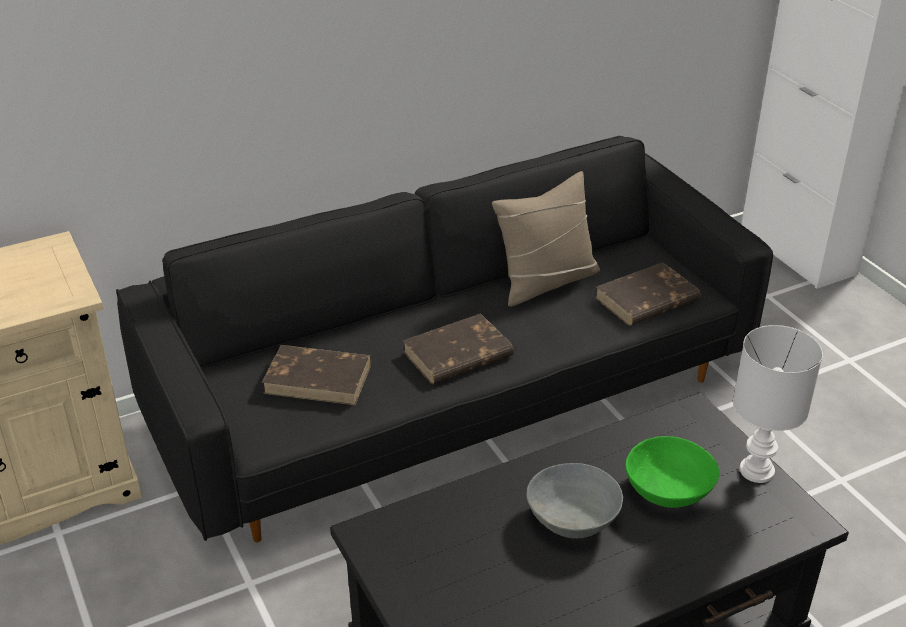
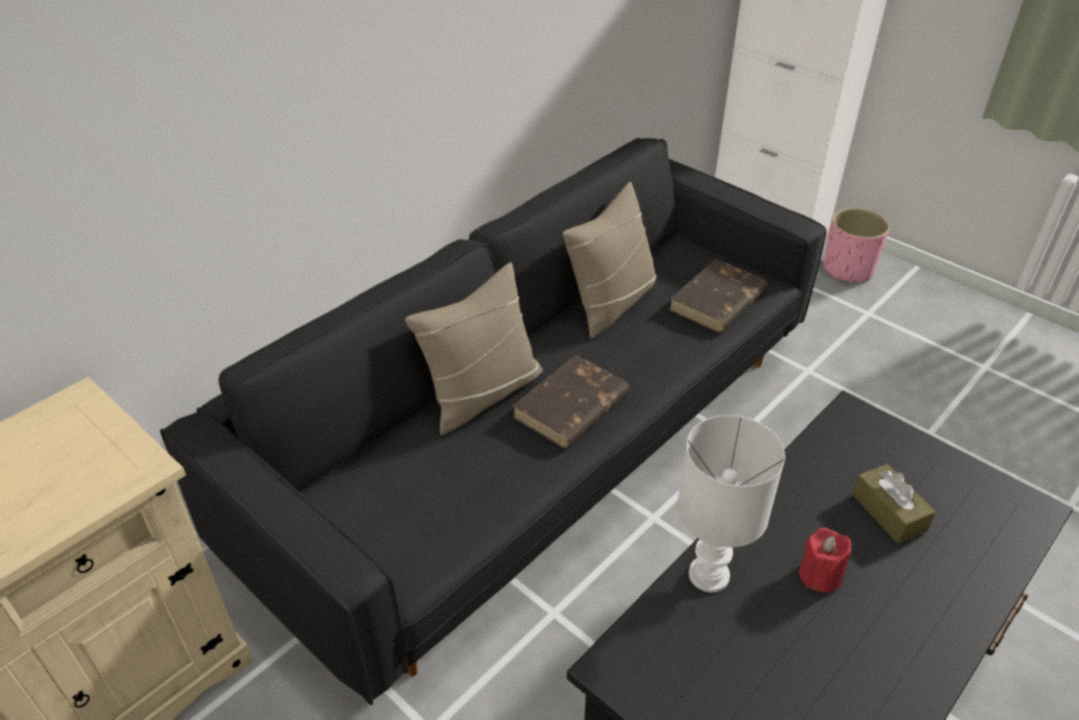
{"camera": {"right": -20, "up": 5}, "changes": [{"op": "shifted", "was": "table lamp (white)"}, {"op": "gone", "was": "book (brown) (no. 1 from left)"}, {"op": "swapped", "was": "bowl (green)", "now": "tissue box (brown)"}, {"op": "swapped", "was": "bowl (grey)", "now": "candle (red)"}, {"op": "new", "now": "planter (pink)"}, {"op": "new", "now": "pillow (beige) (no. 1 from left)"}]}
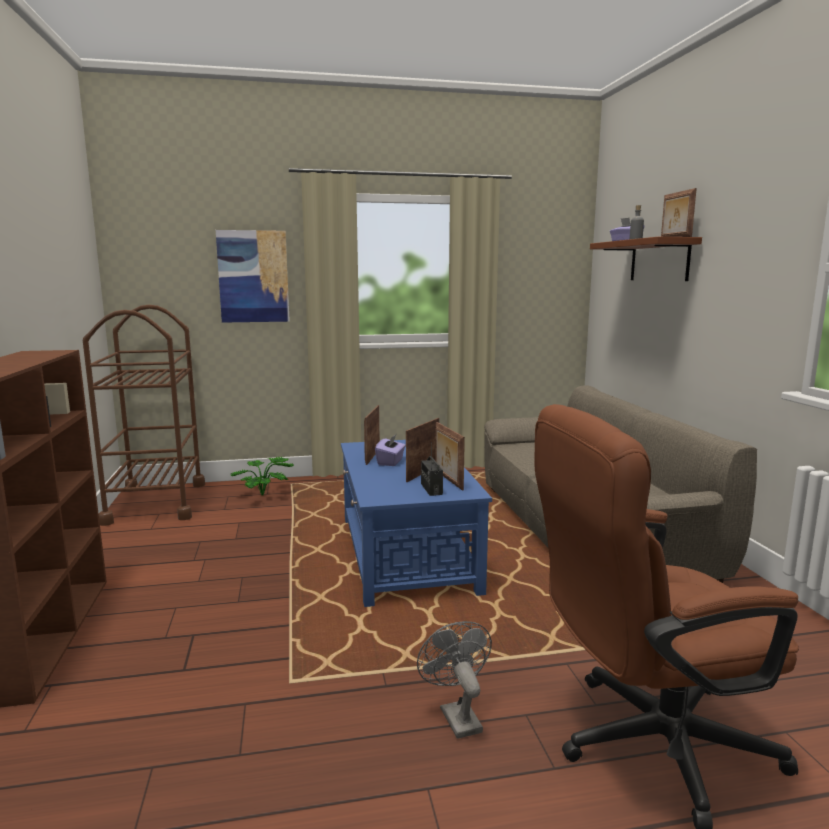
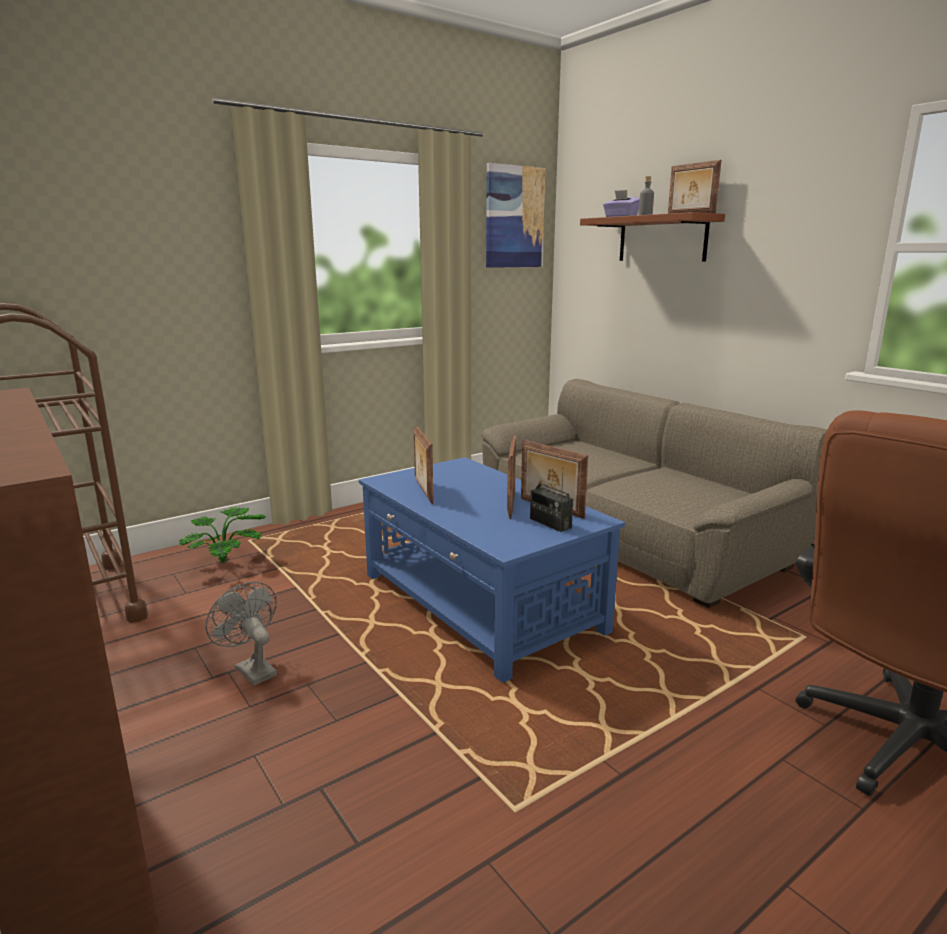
{"camera": {"right": -25, "up": 5}, "changes": [{"op": "shifted", "was": "picture"}, {"op": "gone", "was": "tissue box (purple) (no. 1 from left)"}, {"op": "shifted", "was": "fan (grey)"}]}
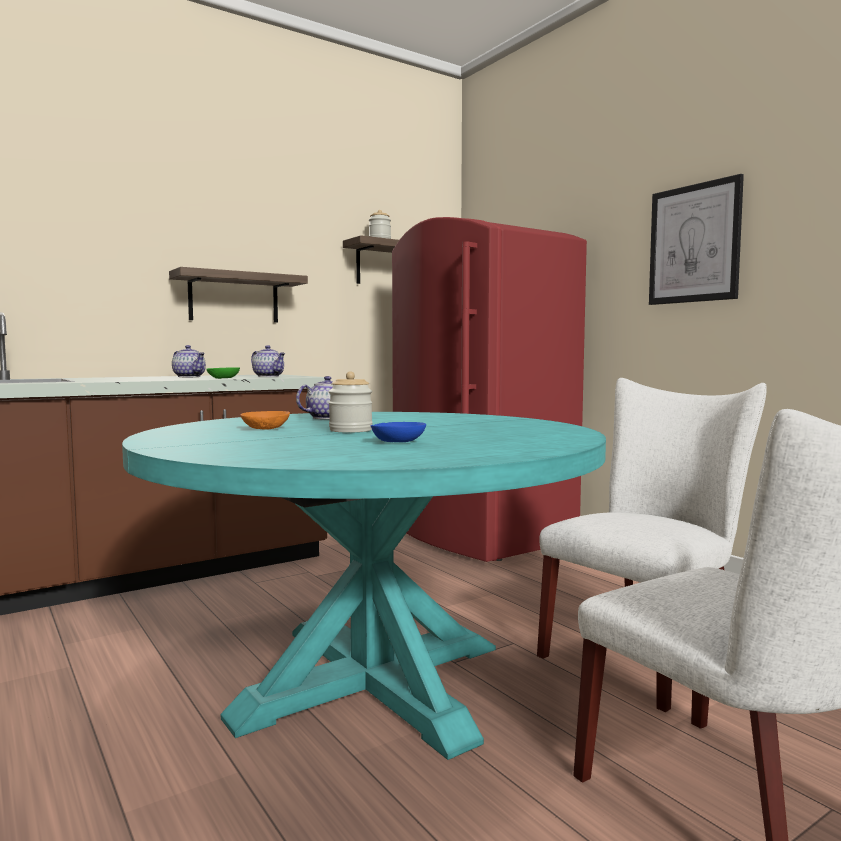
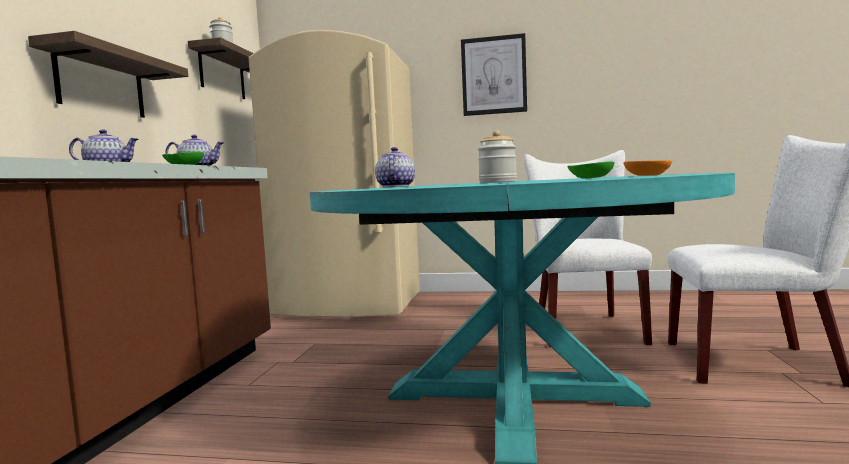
{"camera": {"right": -45, "up": 0}, "changes": [{"op": "repainted", "was": "fridge (red)", "now": "fridge (beige)"}, {"op": "shifted", "was": "bowl (orange)"}, {"op": "repainted", "was": "bowl (blue)", "now": "bowl (green) (no. 2 from left)"}]}
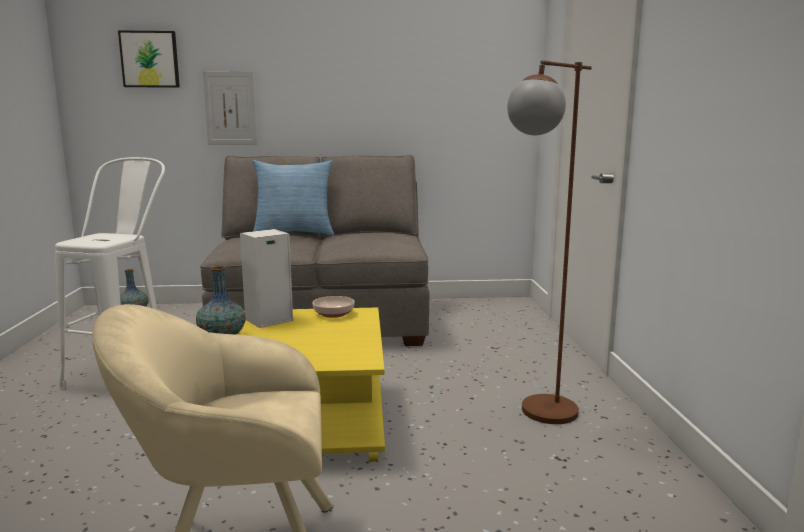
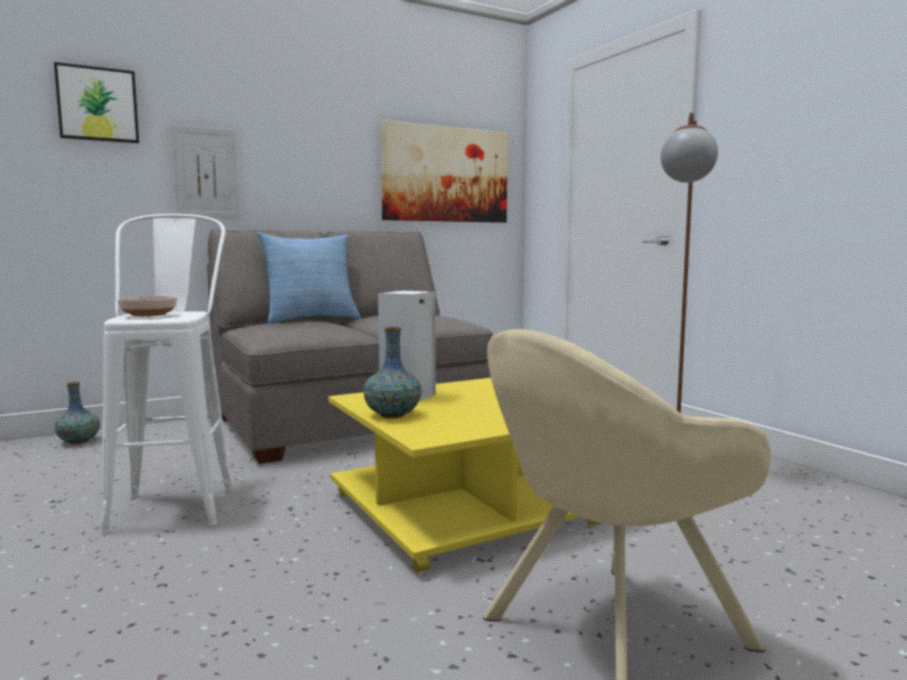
{"camera": {"right": -25, "up": -5}, "changes": [{"op": "shifted", "was": "bowl"}, {"op": "new", "now": "picture (no. 3 from left)"}]}
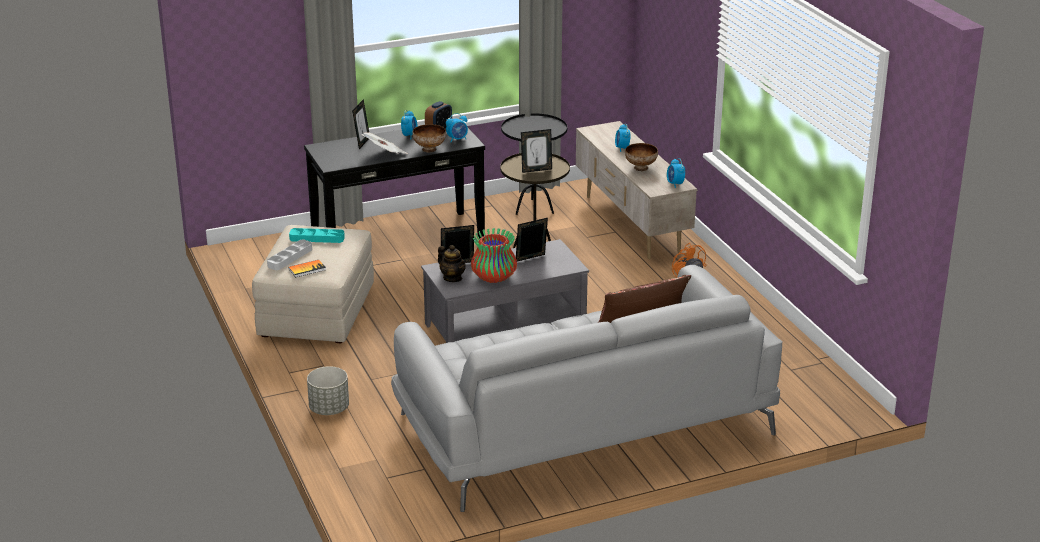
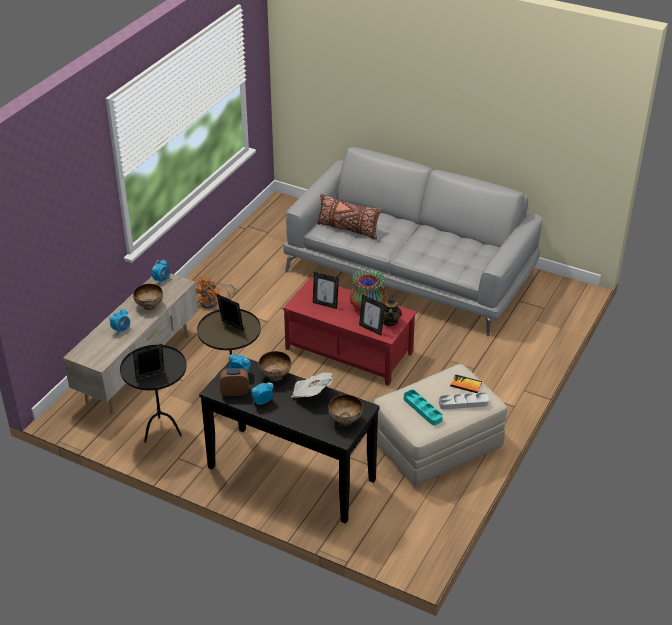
{"camera": {"right": -130, "up": 10}, "changes": [{"op": "shifted", "was": "picture frame (no. 1 from left)"}, {"op": "repainted", "was": "coffee table (grey)", "now": "coffee table (red)"}, {"op": "gone", "was": "planter (grey)"}, {"op": "new", "now": "bowl (no. 3 from left)"}]}
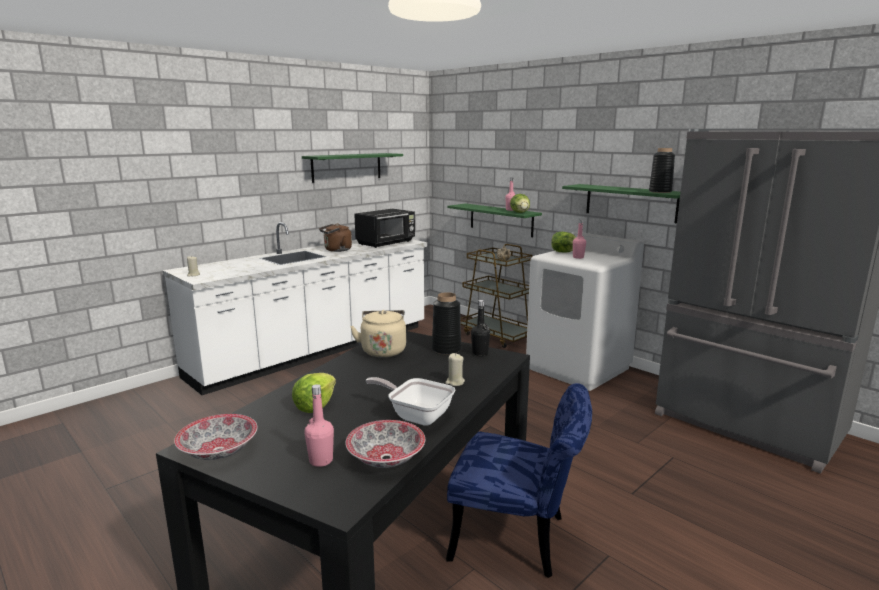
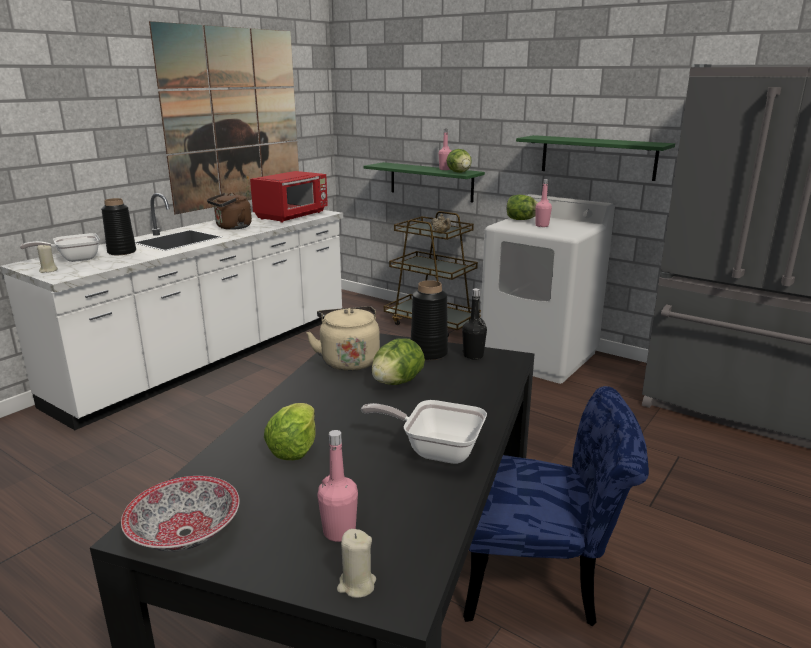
{"camera": {"right": -10, "up": 5}, "changes": [{"op": "shifted", "was": "vase (black) (no. 2 from left in the first image)", "now": "vase (black) (no. 1 from left)"}, {"op": "swapped", "was": "shelf (green) (no. 1 from left)", "now": "picture"}, {"op": "repainted", "was": "microwave (black)", "now": "microwave (red)"}, {"op": "shifted", "was": "candle (beige) (no. 2 from left)"}, {"op": "gone", "was": "bowl (no. 2 from left)"}, {"op": "new", "now": "frying pan (no. 1 from left)"}, {"op": "new", "now": "lettuce (no. 2 from left)"}]}
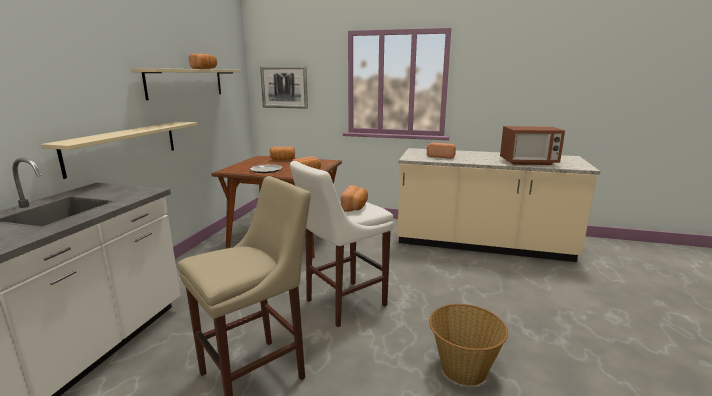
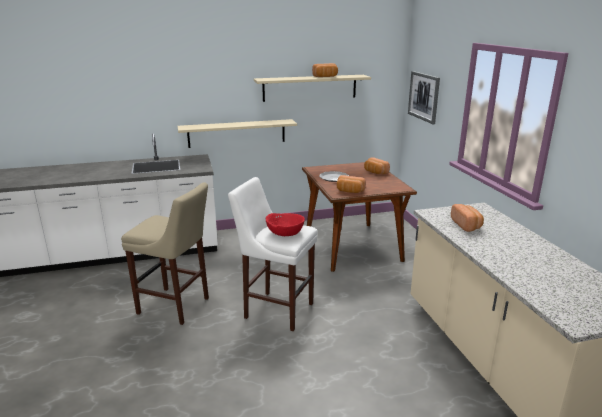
{"camera": {"right": 60, "up": 5}, "changes": [{"op": "gone", "was": "microwave"}, {"op": "swapped", "was": "bread (no. 4 from left)", "now": "bowl (red)"}, {"op": "gone", "was": "basket"}]}
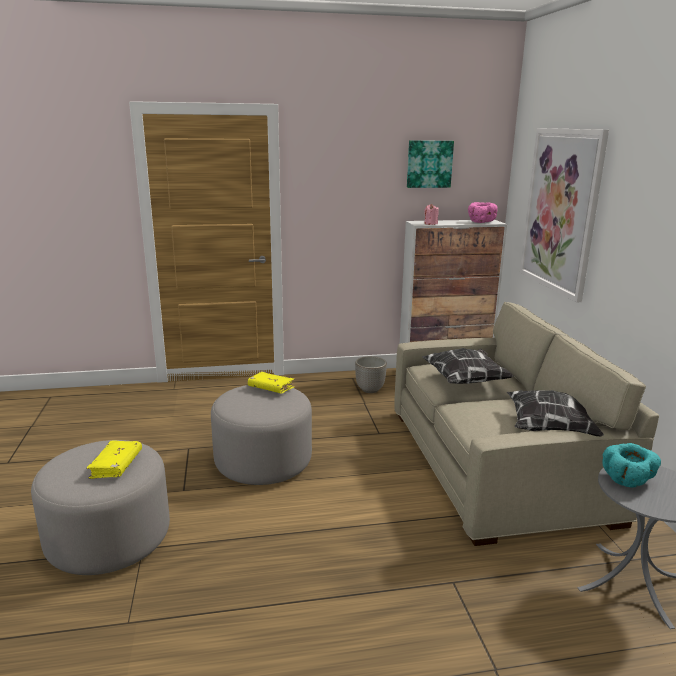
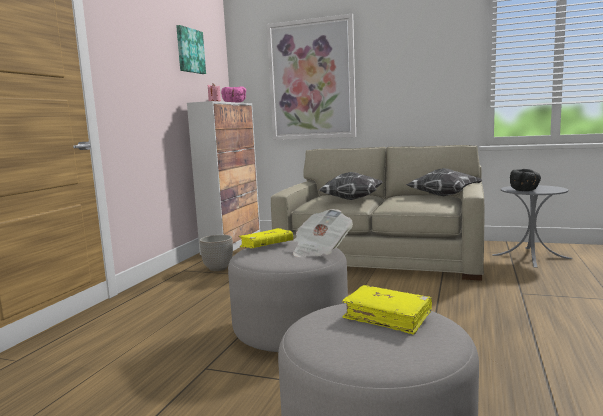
{"camera": {"right": -60, "up": -10}, "changes": [{"op": "repainted", "was": "bowl (turquoise)", "now": "bowl (black)"}, {"op": "new", "now": "newspaper"}]}
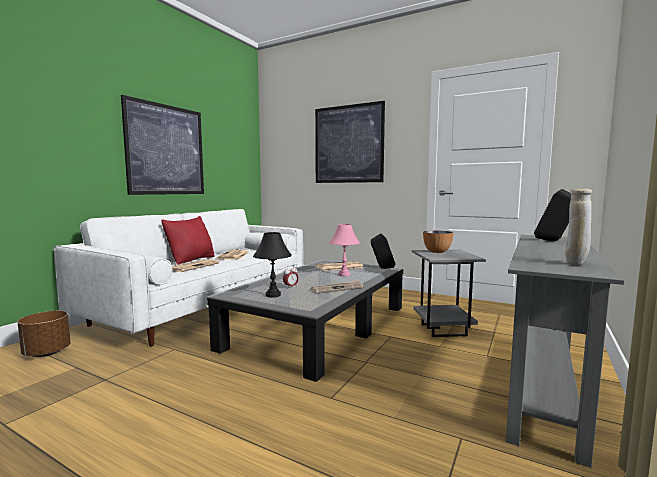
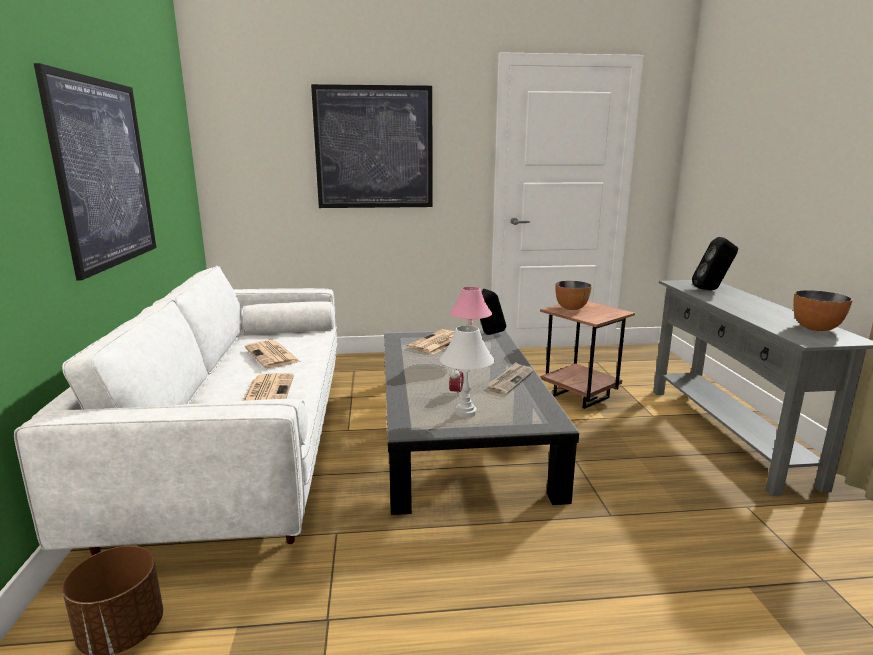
{"camera": {"right": -35, "up": 10}, "changes": [{"op": "swapped", "was": "vase (beige)", "now": "bowl (no. 2 from left)"}, {"op": "gone", "was": "pillow (red)"}, {"op": "repainted", "was": "table lamp (black)", "now": "table lamp (white)"}, {"op": "repainted", "was": "side table (grey)", "now": "side table (brown)"}]}
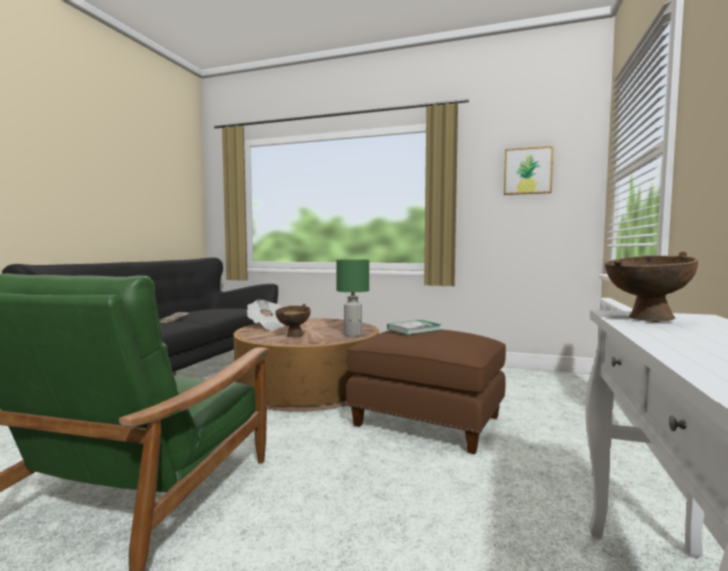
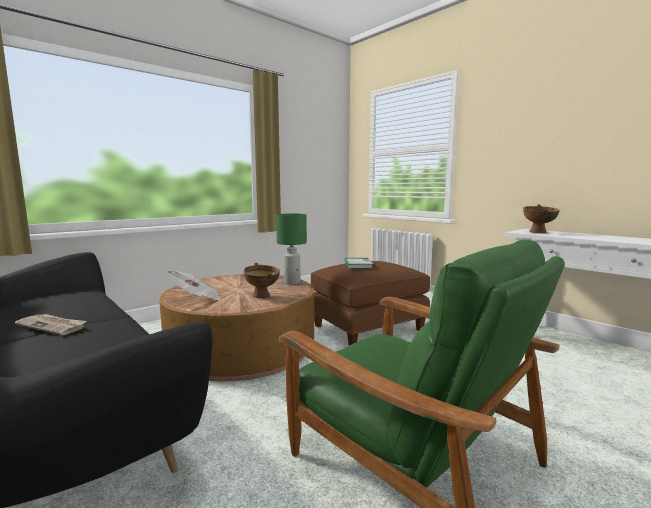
{"camera": {"right": -60, "up": 5}, "changes": [{"op": "gone", "was": "picture"}]}
